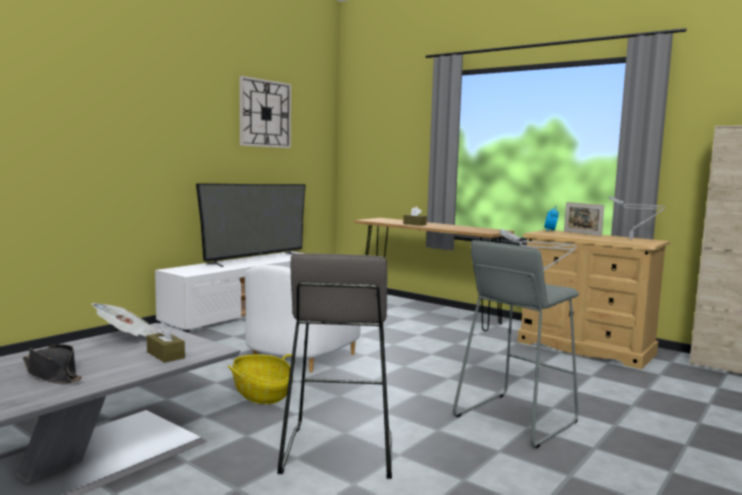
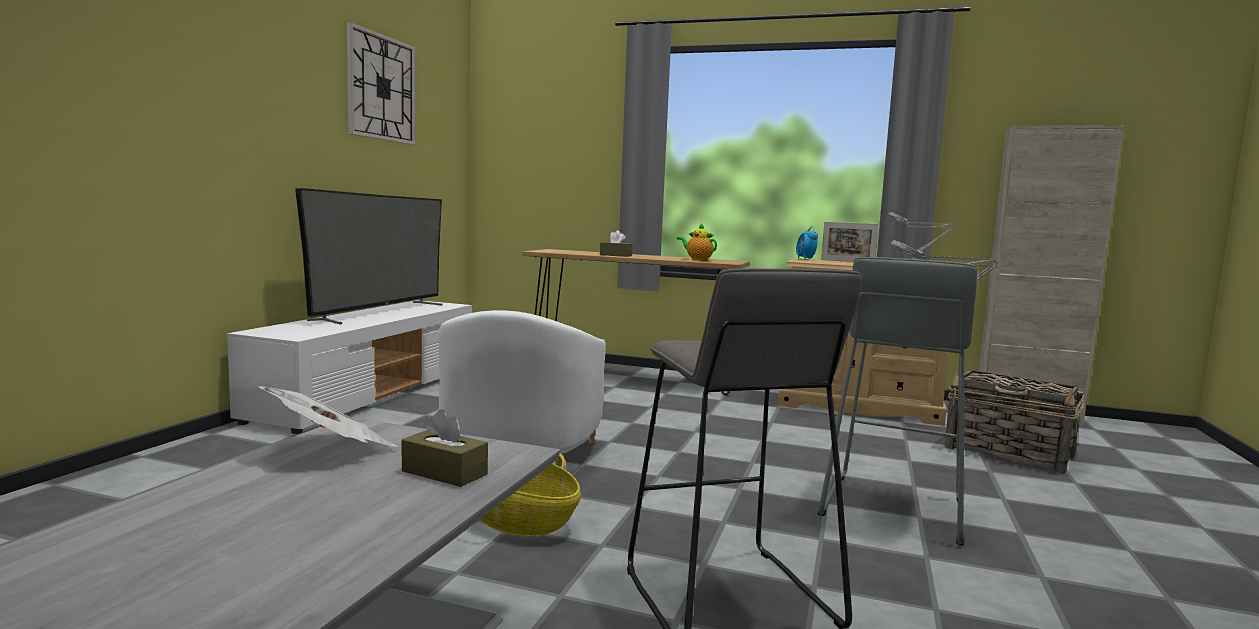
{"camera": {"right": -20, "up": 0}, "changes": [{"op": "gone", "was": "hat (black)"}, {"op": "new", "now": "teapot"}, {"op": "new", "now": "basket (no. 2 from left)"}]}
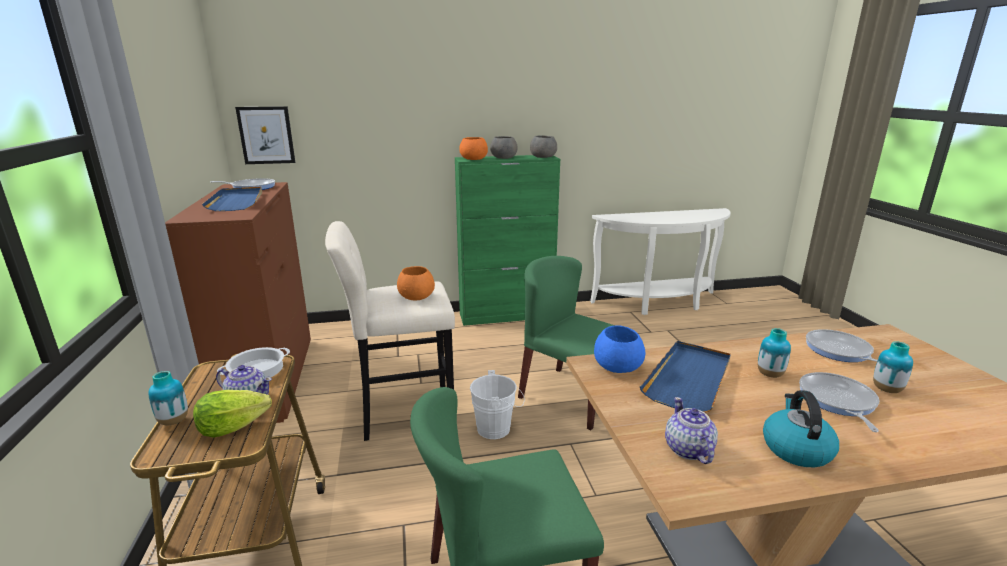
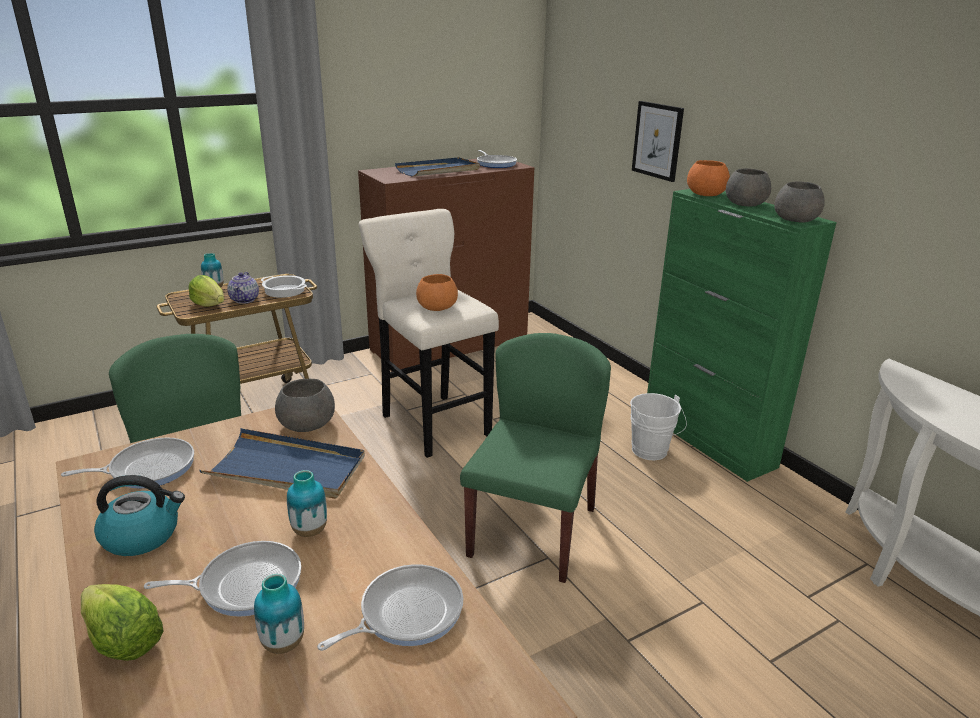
{"camera": {"right": 70, "up": 5}, "changes": [{"op": "shifted", "was": "picture"}, {"op": "repainted", "was": "bowl (blue)", "now": "bowl (grey) (no. 1 from left)"}, {"op": "shifted", "was": "bucket (white)"}, {"op": "swapped", "was": "teapot (no. 2 from left)", "now": "frying pan (no. 1 from left)"}, {"op": "new", "now": "lettuce (no. 1 from left)"}]}
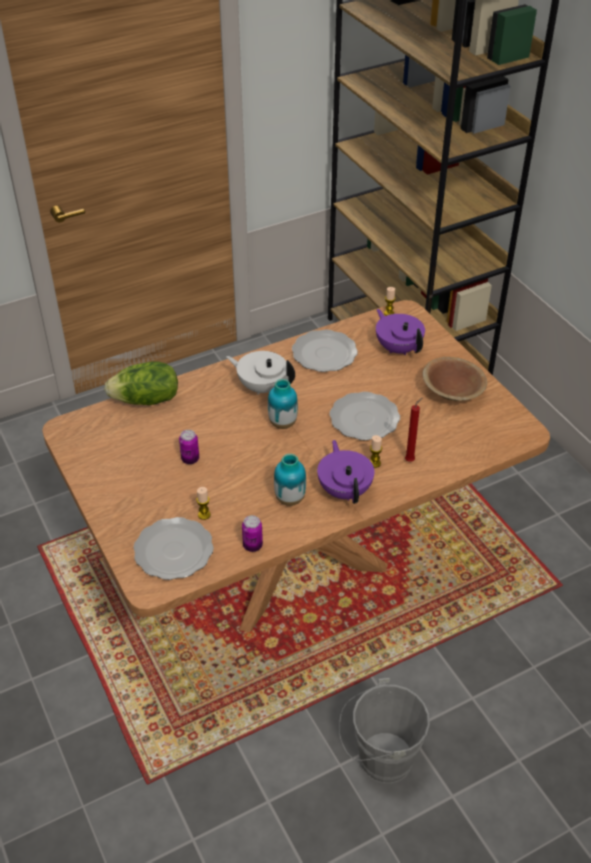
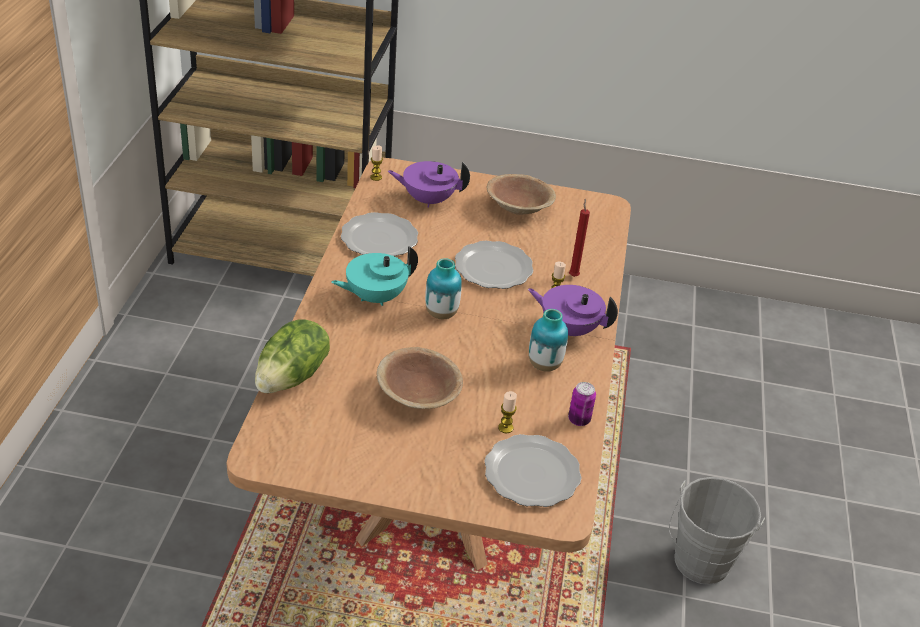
{"camera": {"right": -55, "up": -5}, "changes": [{"op": "repainted", "was": "teapot (white)", "now": "teapot (turquoise)"}, {"op": "swapped", "was": "can (no. 1 from left)", "now": "bowl (brown) (no. 1 from left)"}]}
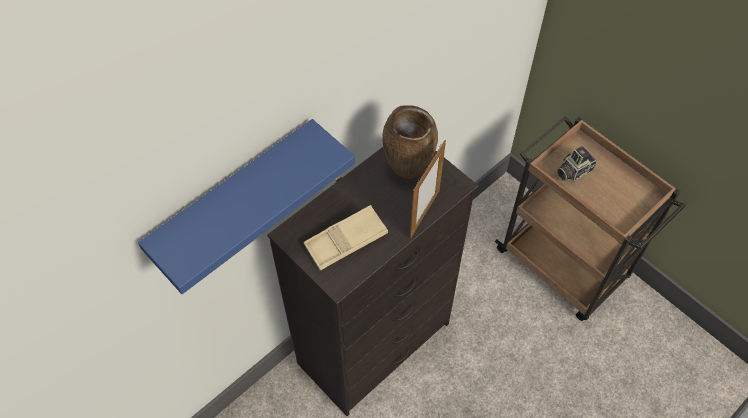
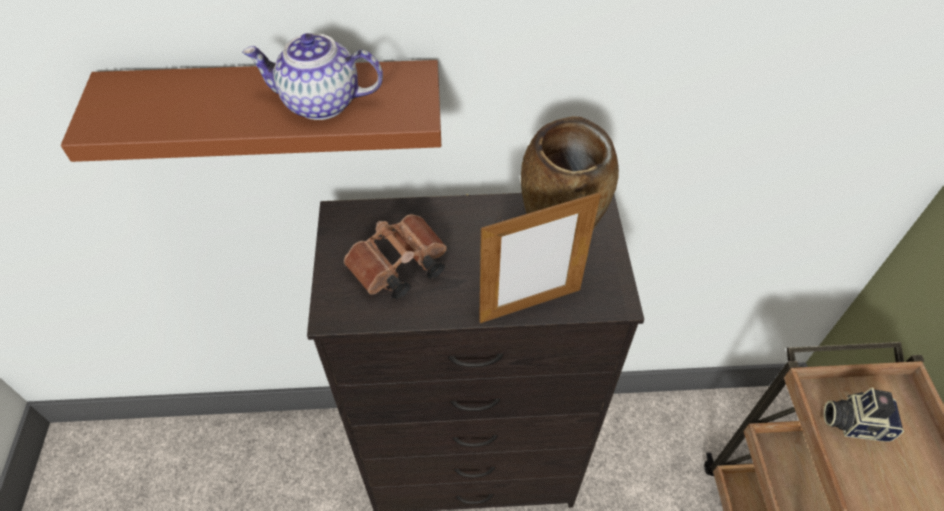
{"camera": {"right": 40, "up": -5}, "changes": [{"op": "repainted", "was": "shelf (blue)", "now": "shelf (brown)"}, {"op": "swapped", "was": "tray (beige)", "now": "binoculars (brown)"}, {"op": "new", "now": "teapot"}]}
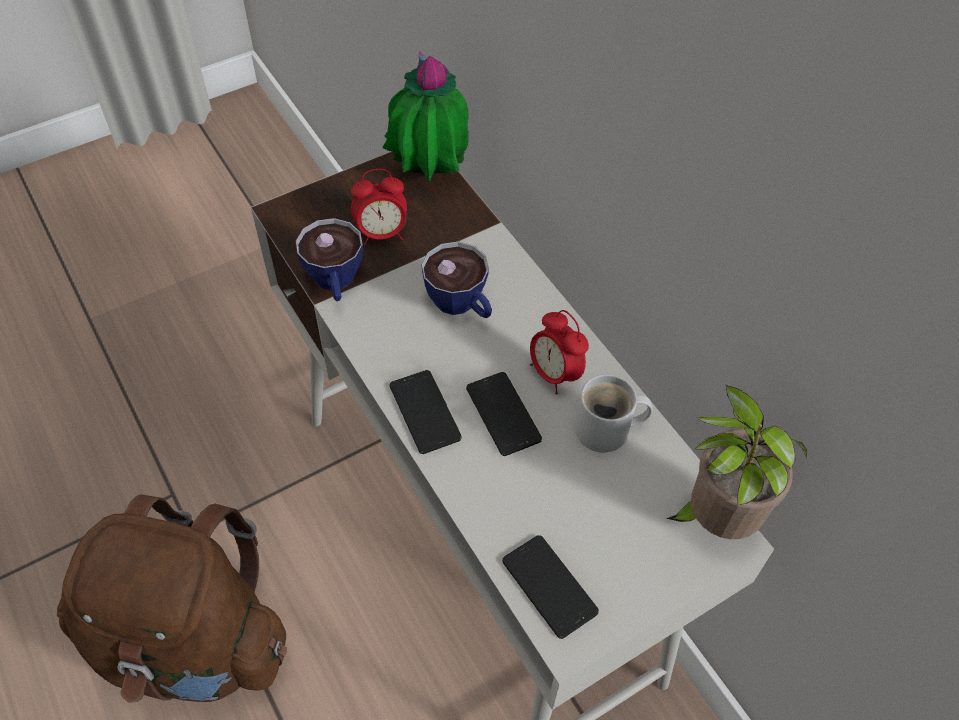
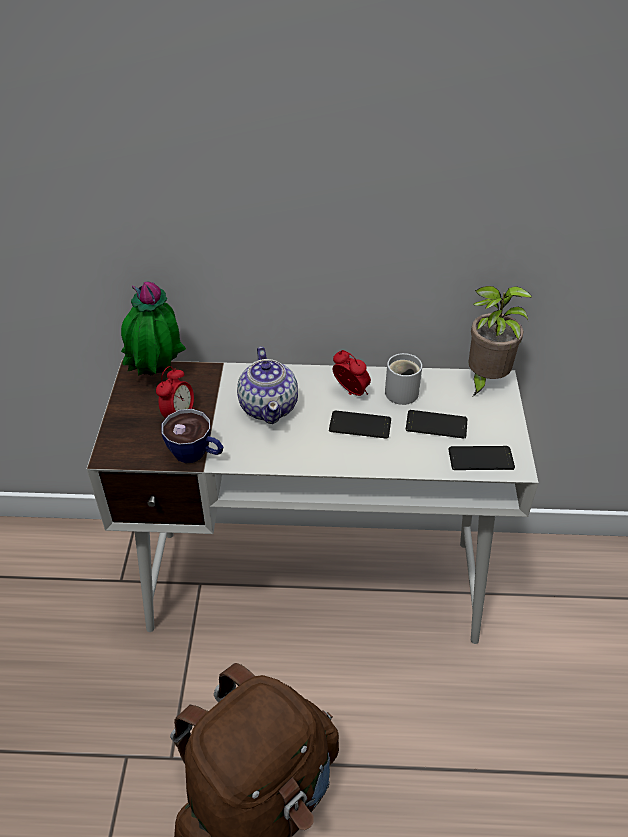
{"camera": {"right": -55, "up": -10}, "changes": [{"op": "swapped", "was": "cup (no. 2 from left)", "now": "teapot"}, {"op": "rotated", "was": "alarm clock (no. 2 from left)", "clockwise": -135}, {"op": "shifted", "was": "phone (no. 1 from left in the first image)", "now": "phone (no. 2 from left)"}]}
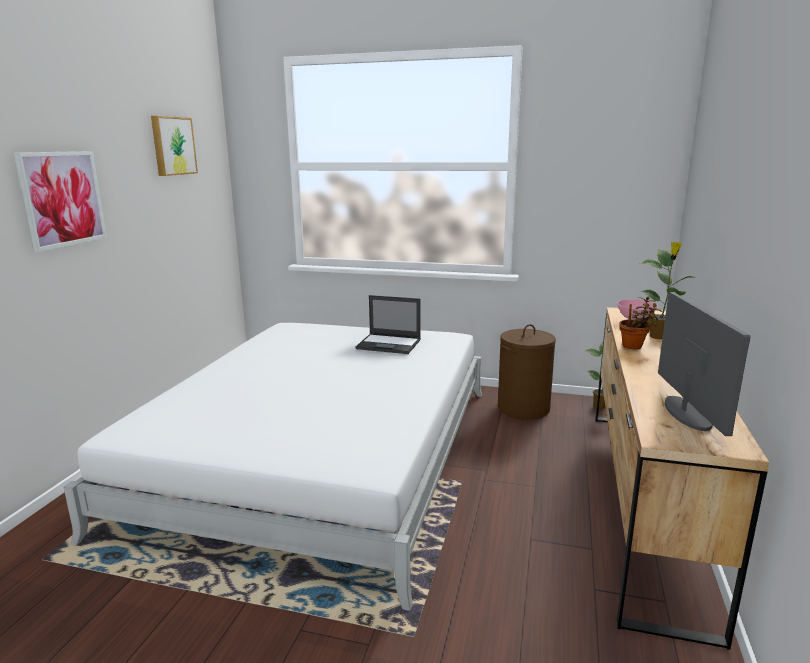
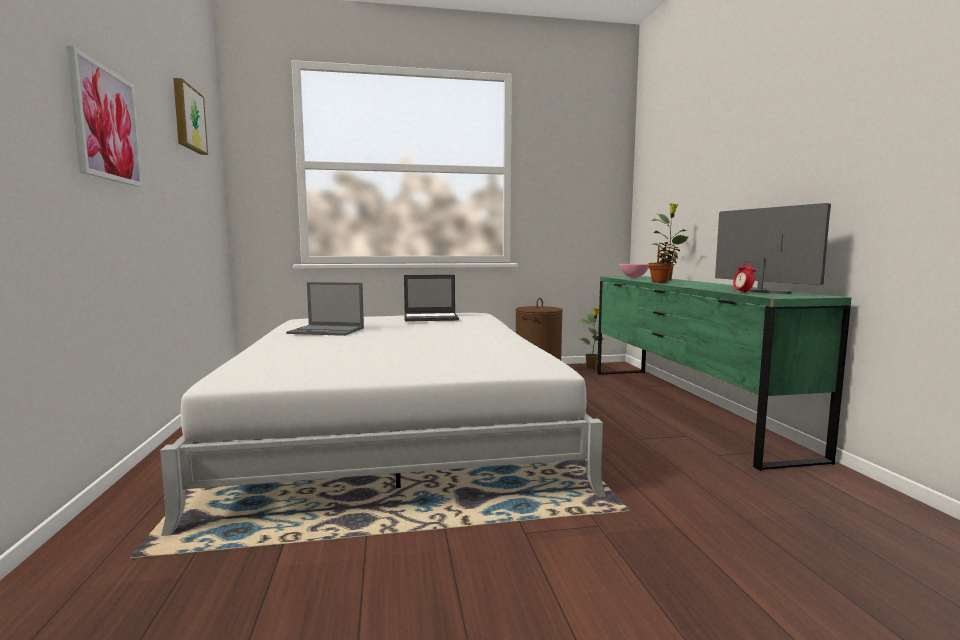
{"camera": {"right": -25, "up": -10}, "changes": [{"op": "repainted", "was": "dresser (brown)", "now": "dresser (green)"}, {"op": "new", "now": "alarm clock"}, {"op": "new", "now": "laptop (no. 1 from left)"}]}
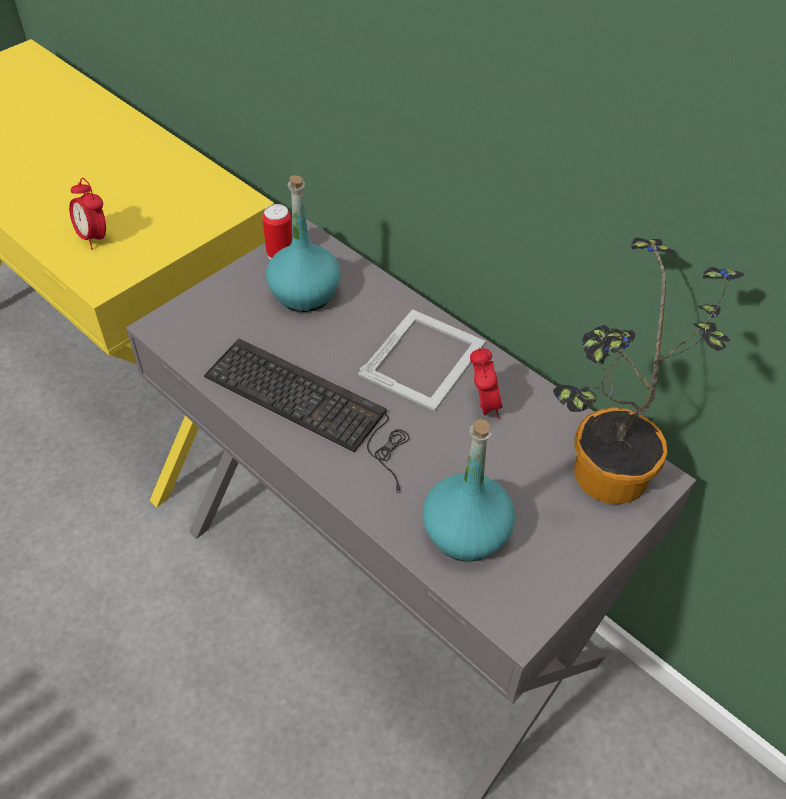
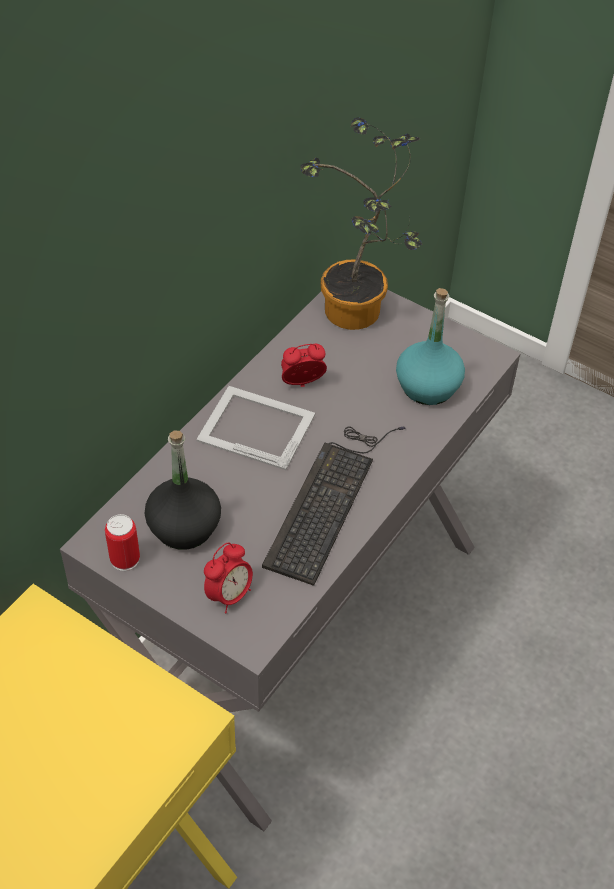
{"camera": {"right": -100, "up": 0}, "changes": [{"op": "repainted", "was": "bottle (turquoise) (no. 1 from left)", "now": "bottle (black)"}, {"op": "shifted", "was": "alarm clock (no. 1 from left)"}]}
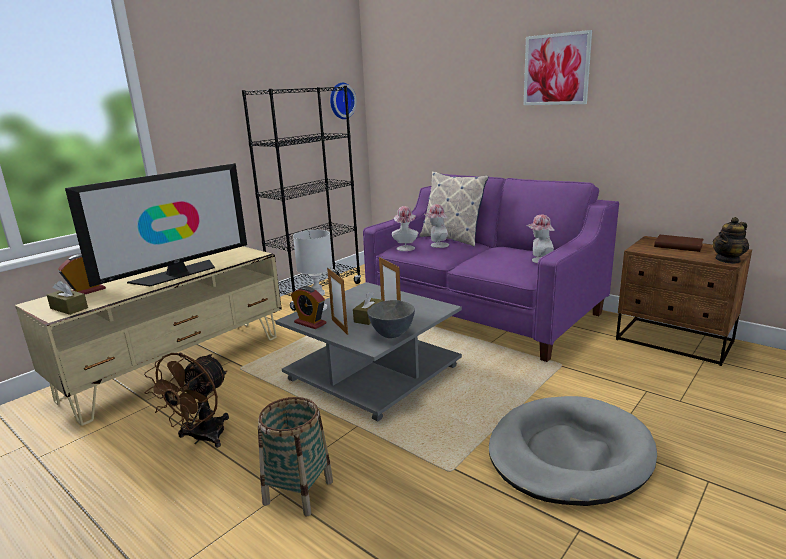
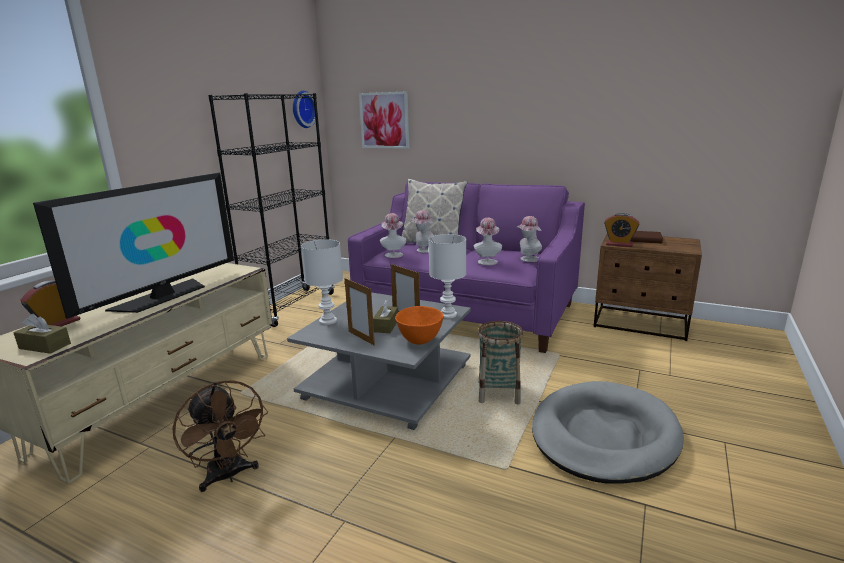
{"camera": {"right": -15, "up": 0}, "changes": [{"op": "shifted", "was": "picture"}, {"op": "gone", "was": "teapot"}, {"op": "shifted", "was": "alarm clock (no. 2 from left)"}, {"op": "repainted", "was": "bowl (grey)", "now": "bowl (orange)"}, {"op": "rotated", "was": "fan (brown)", "clockwise": -45}, {"op": "shifted", "was": "basket"}, {"op": "new", "now": "hat (no. 3 from left)"}, {"op": "new", "now": "table lamp (white) (no. 2 from left)"}]}
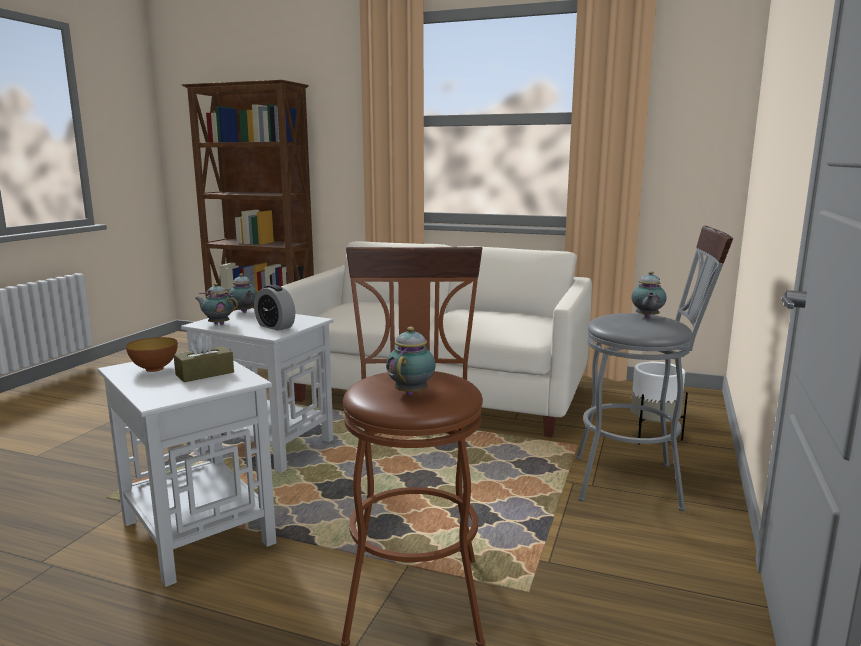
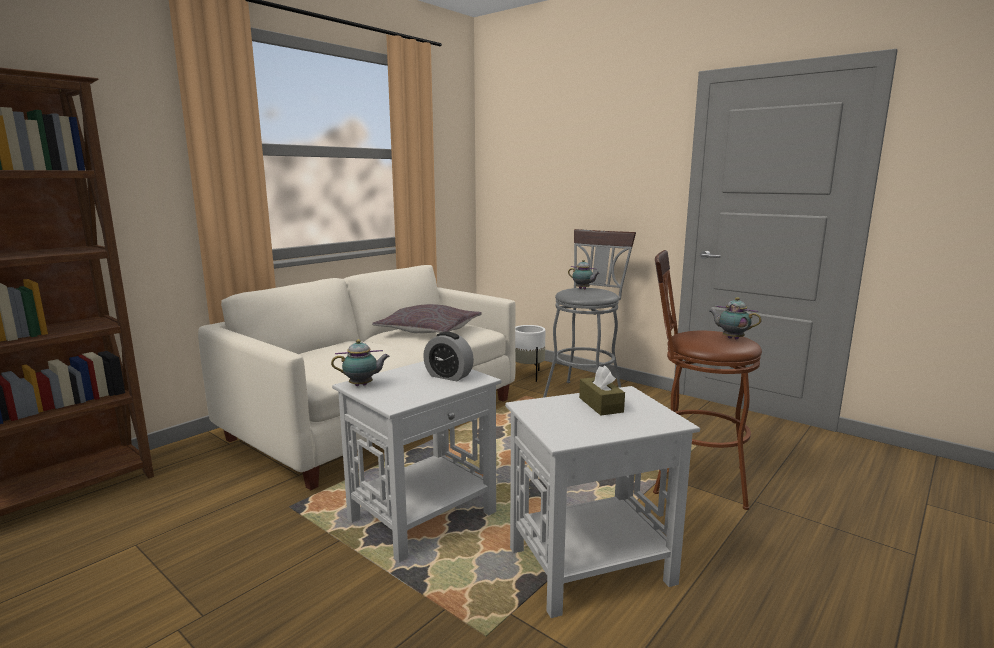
{"camera": {"right": -70, "up": 0}, "changes": [{"op": "gone", "was": "teapot (no. 1 from left)"}, {"op": "rotated", "was": "alarm clock", "clockwise": 60}, {"op": "gone", "was": "bowl"}, {"op": "new", "now": "pillow (grey)"}]}
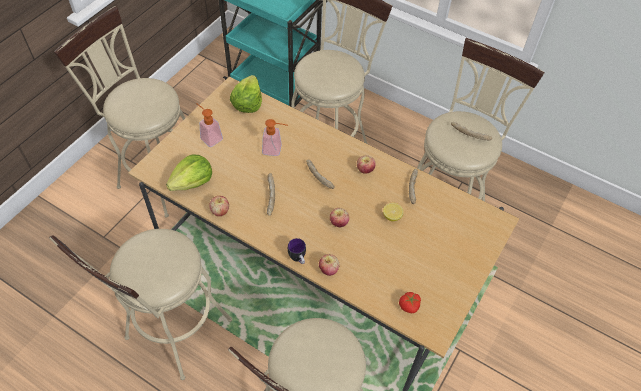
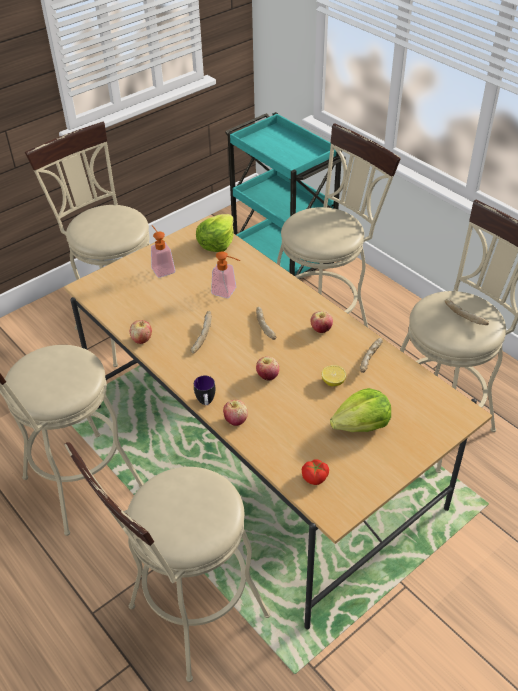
{"camera": {"right": 20, "up": -10}, "changes": [{"op": "shifted", "was": "lettuce (no. 1 from left in the first image)", "now": "lettuce (no. 2 from left)"}]}
